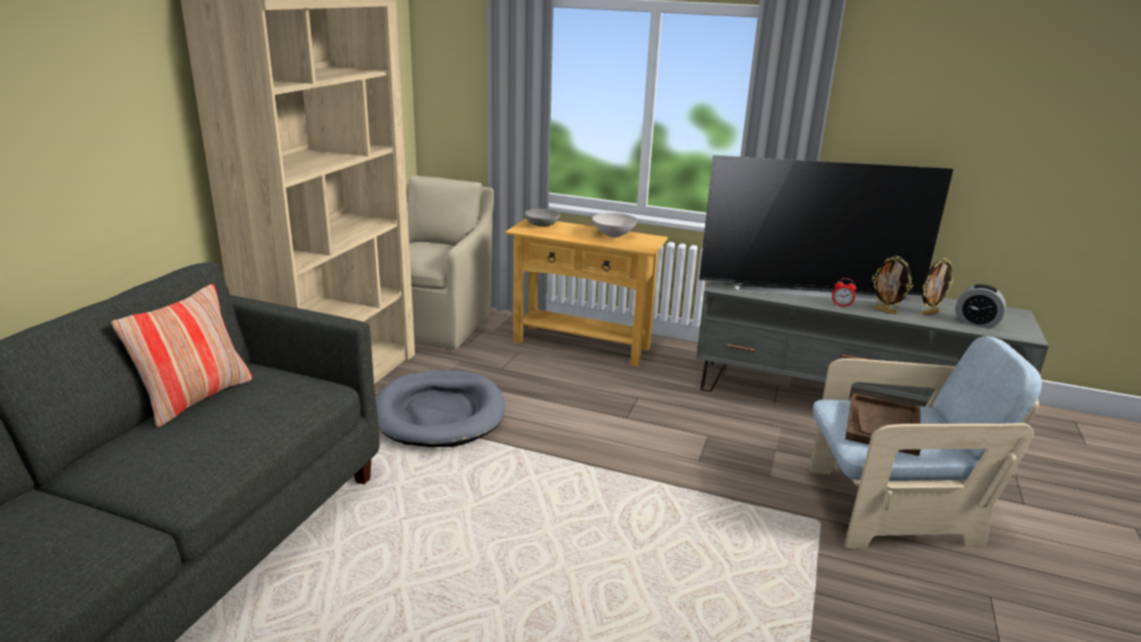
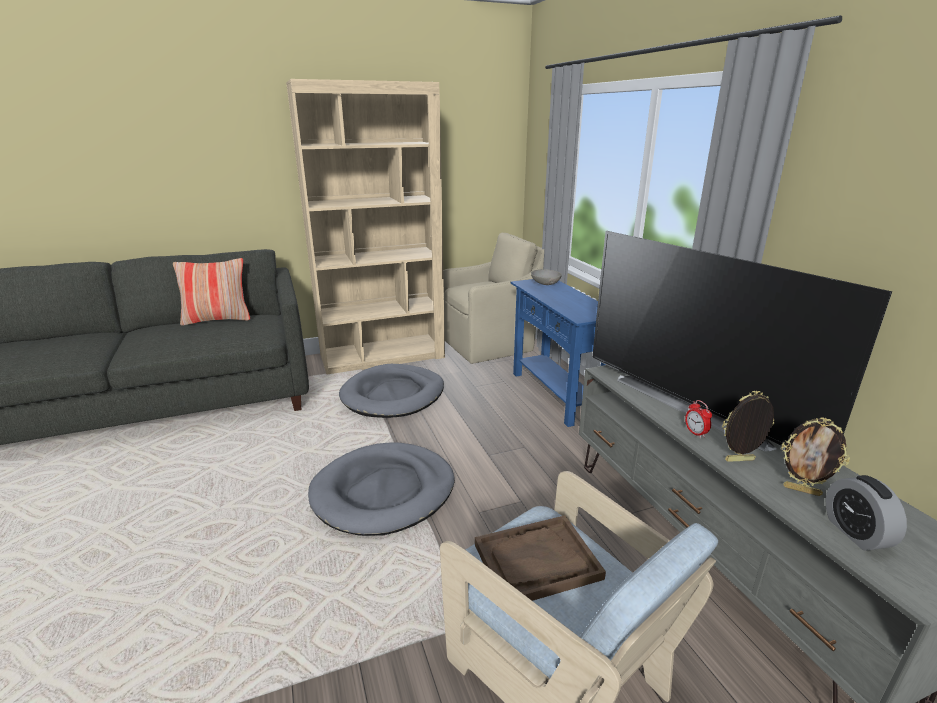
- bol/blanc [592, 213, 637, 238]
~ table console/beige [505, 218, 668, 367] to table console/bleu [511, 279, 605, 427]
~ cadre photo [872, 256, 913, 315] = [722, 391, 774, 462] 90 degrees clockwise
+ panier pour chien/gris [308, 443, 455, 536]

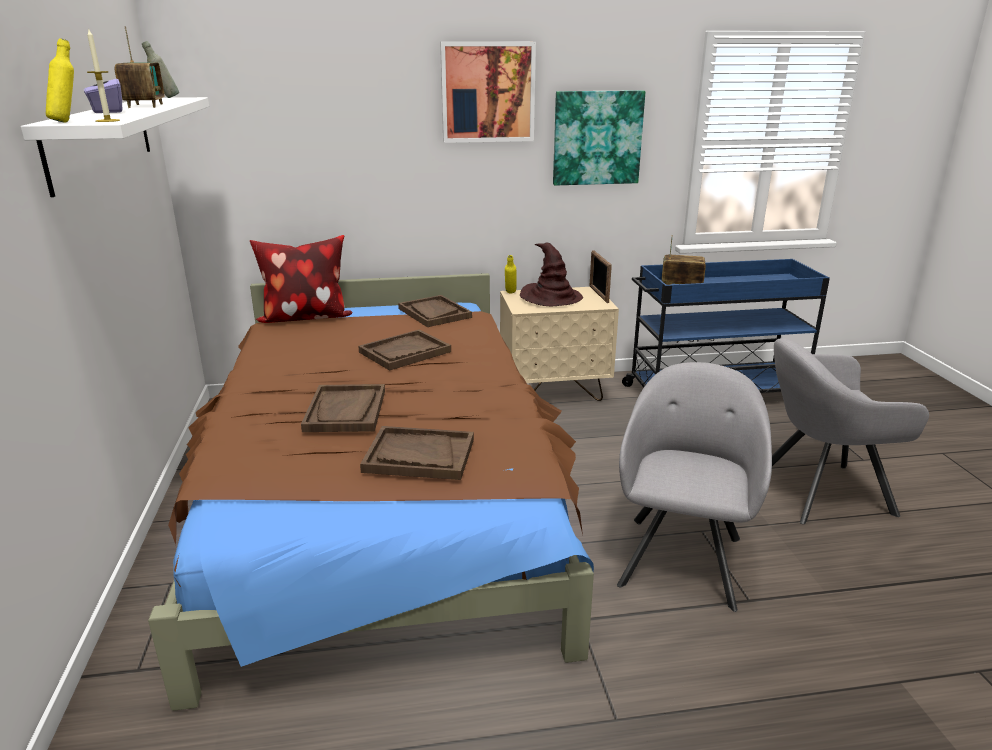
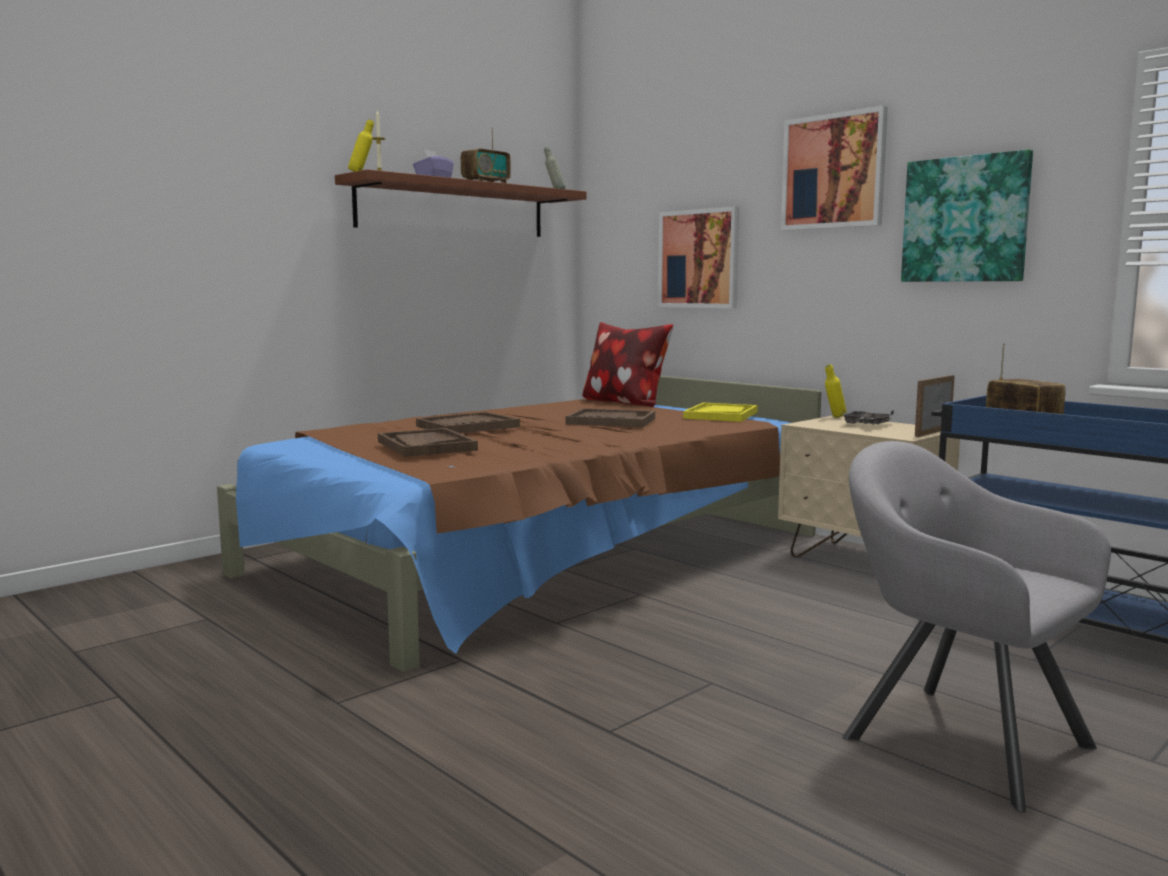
~ étagère/blanc [21, 97, 209, 197] to étagère/marron [335, 169, 587, 237]
~ chapeau/marron [520, 242, 583, 306] to plateau/gris [842, 410, 894, 425]
~ plateau/marron [398, 295, 472, 327] to plateau/jaune [683, 403, 758, 422]
- fauteuil/gris [617, 362, 772, 612]
+ tableau [658, 206, 739, 308]

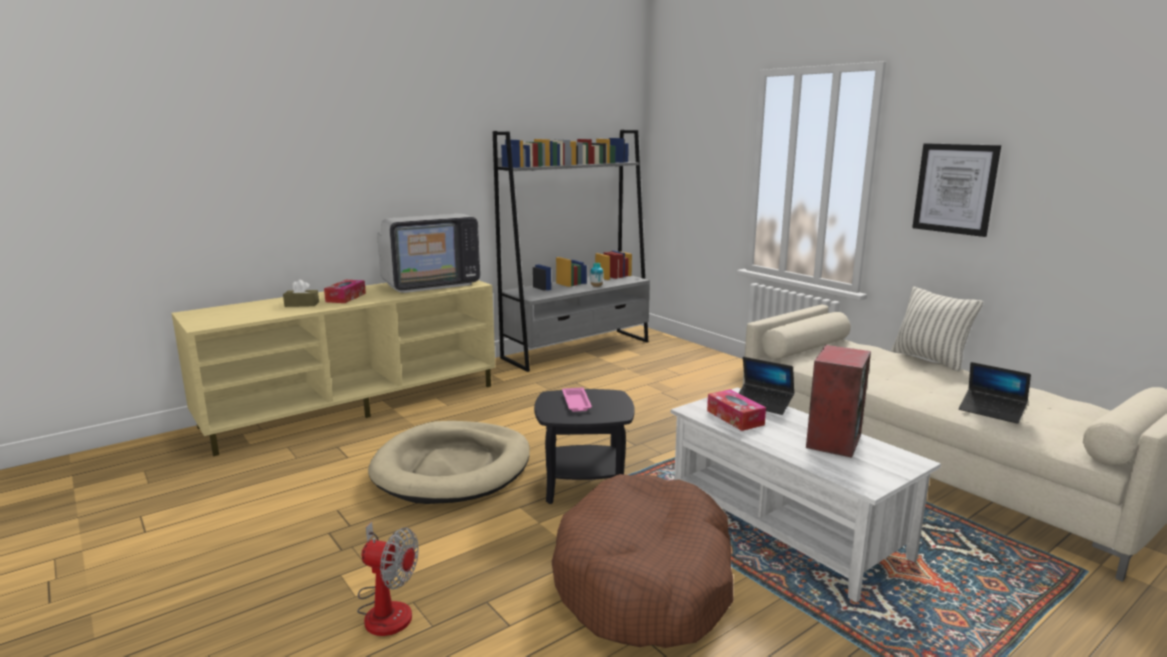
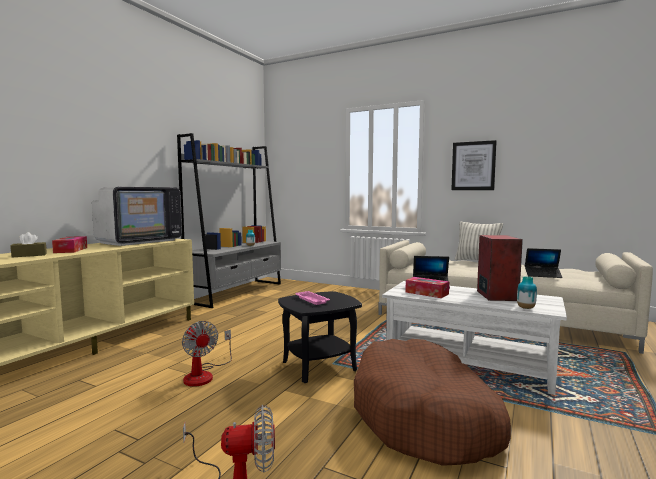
~ panier pour chien/beige [368, 421, 530, 504] to ventilateur [182, 321, 232, 387]
+ vase [517, 276, 537, 309]

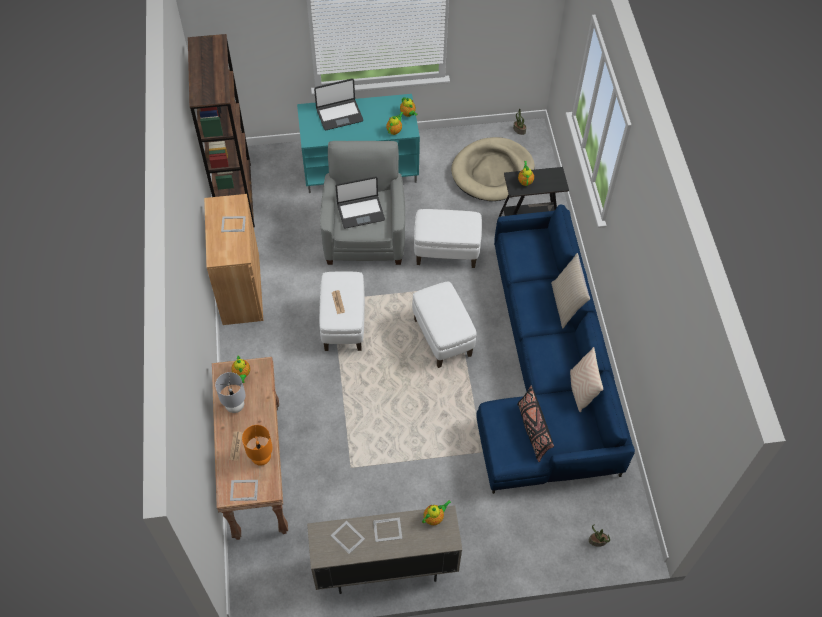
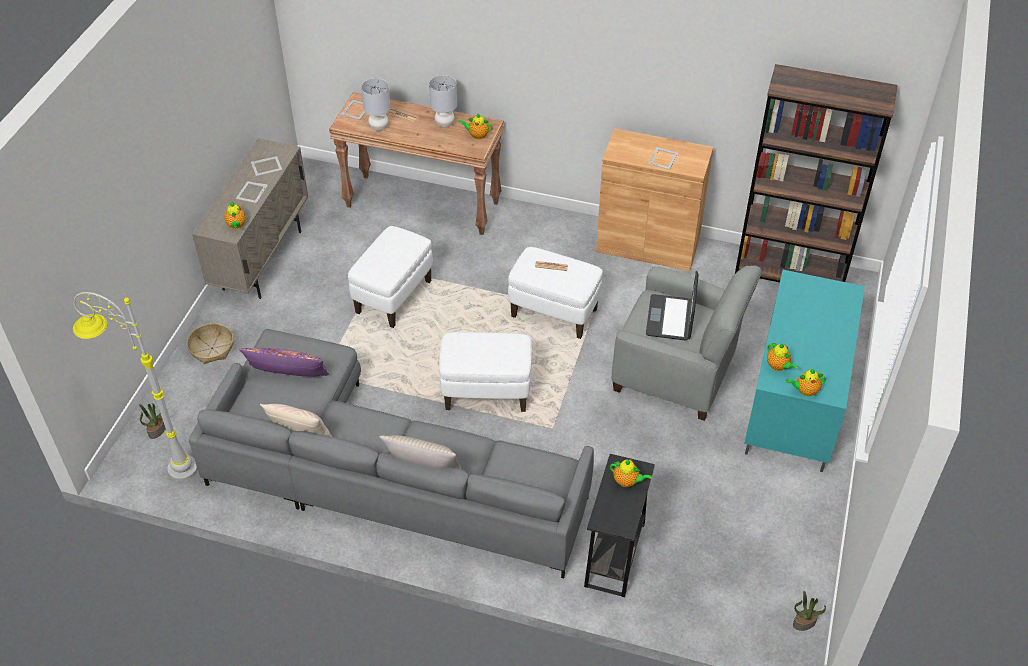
- ordinateur portable [314, 79, 363, 130]
- panier pour chien/beige [451, 137, 535, 201]
~ canapé/bleu [476, 204, 635, 494] to canapé/gris [189, 329, 594, 579]
~ pouf/blanc [414, 209, 482, 268] to [348, 226, 433, 328]
~ coussin/noir [517, 385, 554, 462] to coussin/violet [239, 348, 329, 376]
~ lampe de table/orange [242, 425, 273, 466] to lampe de table/gris [361, 78, 391, 131]
+ lampadaire/gris [73, 292, 198, 481]
+ panier [187, 323, 233, 364]

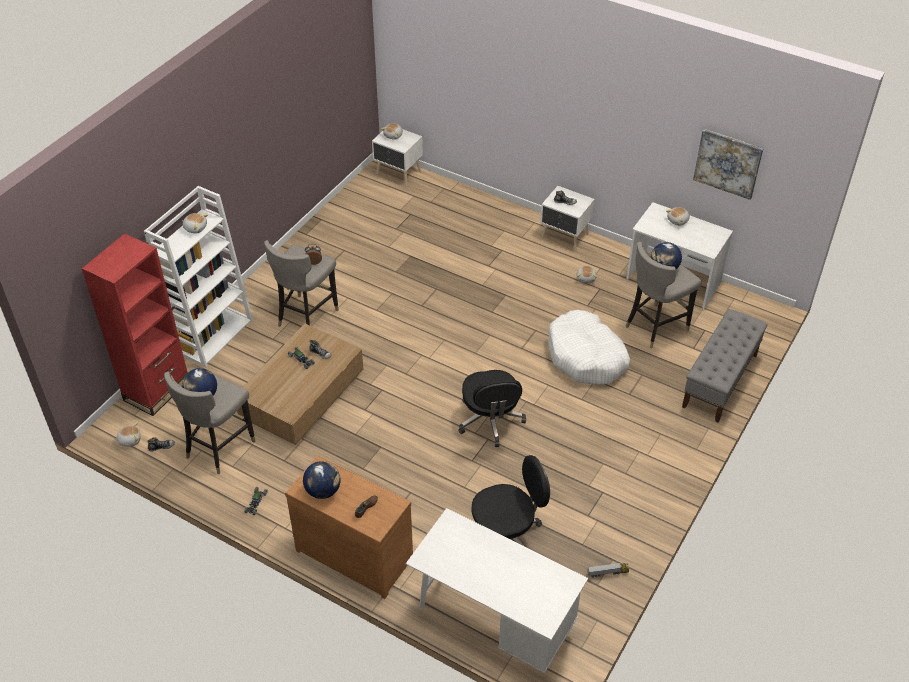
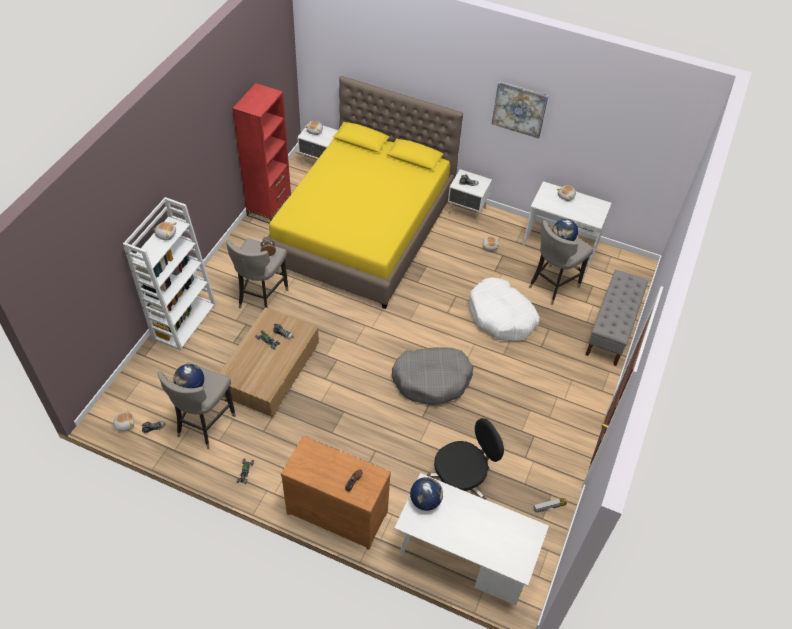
~ tableau [693, 129, 764, 200] to [492, 81, 548, 139]
~ bibliothèque/rouge [82, 233, 188, 416] to [232, 83, 291, 224]
~ chaise de bureau/noir [458, 370, 526, 447] to panier pour chien/gris [392, 347, 473, 405]
~ globe [303, 461, 340, 499] to [410, 477, 443, 511]
+ lit/jaune [262, 76, 463, 309]

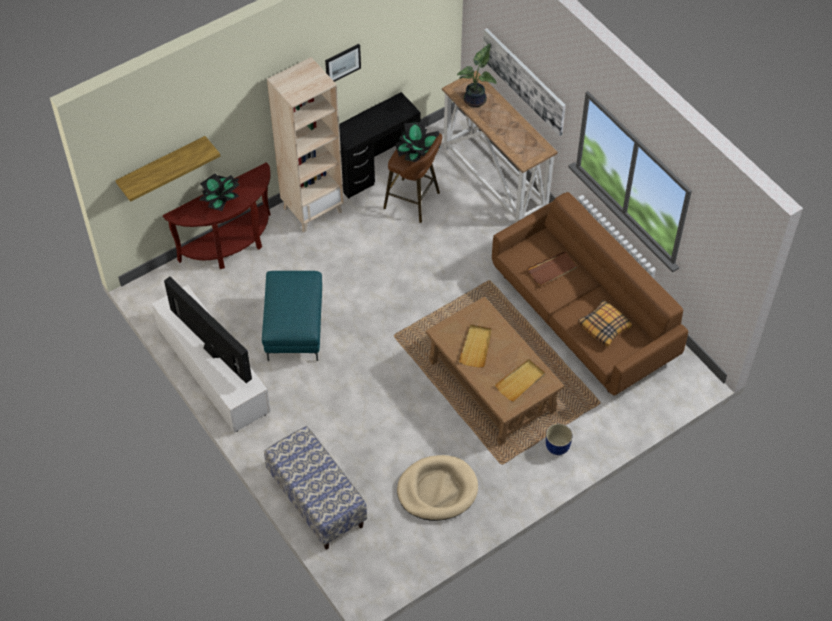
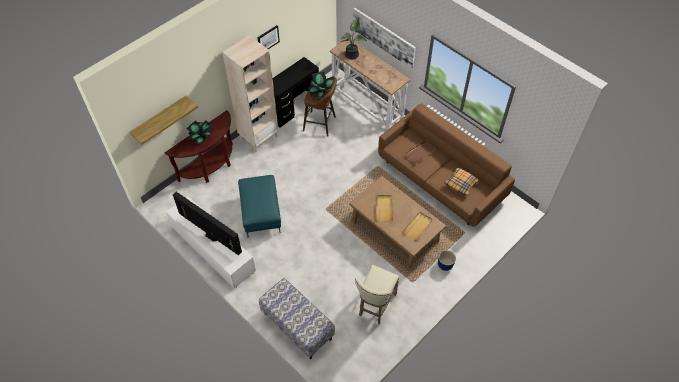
~ panier pour chien/beige [397, 455, 478, 521] to tabouret/beige [355, 265, 399, 324]

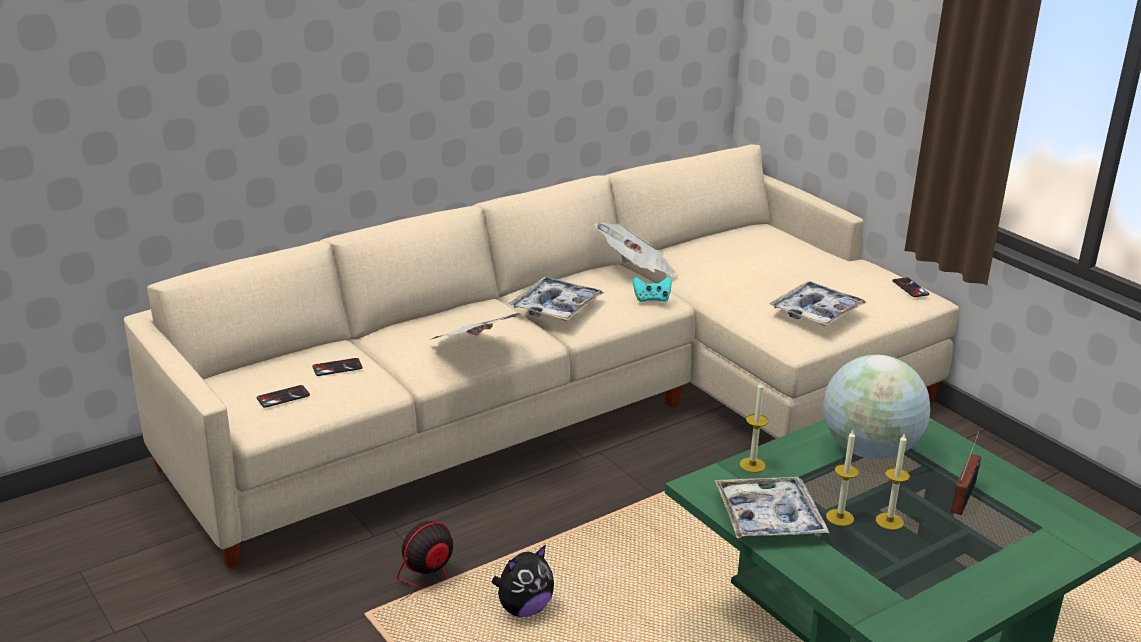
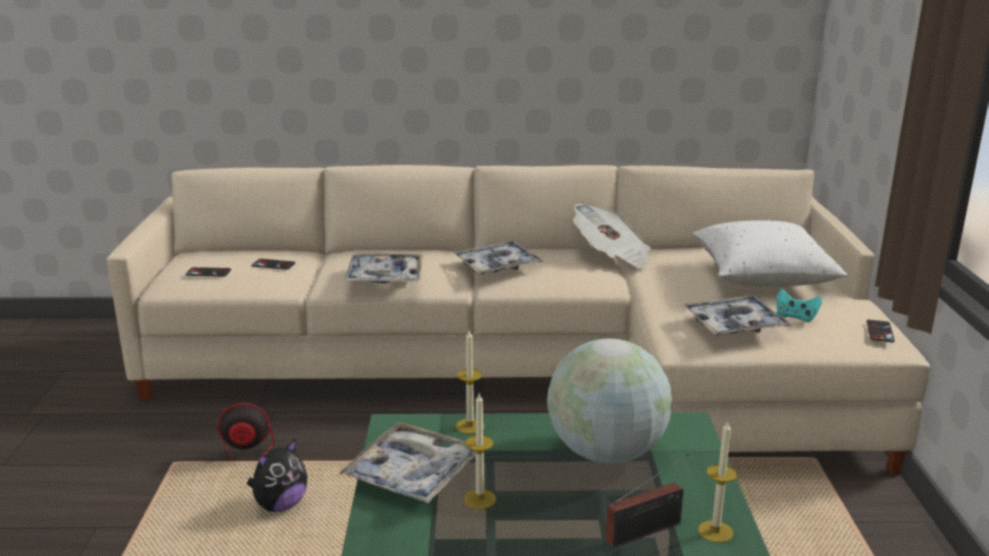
~ manette/turquoise [633, 277, 672, 302] to [776, 289, 822, 322]
~ journal [432, 313, 520, 339] to plateau [344, 254, 423, 283]
~ bougie [876, 433, 910, 530] to [698, 420, 737, 543]
~ peluche [492, 545, 554, 617] = [247, 439, 307, 512] 45 degrees counterclockwise
+ coussin/blanc [693, 220, 848, 287]

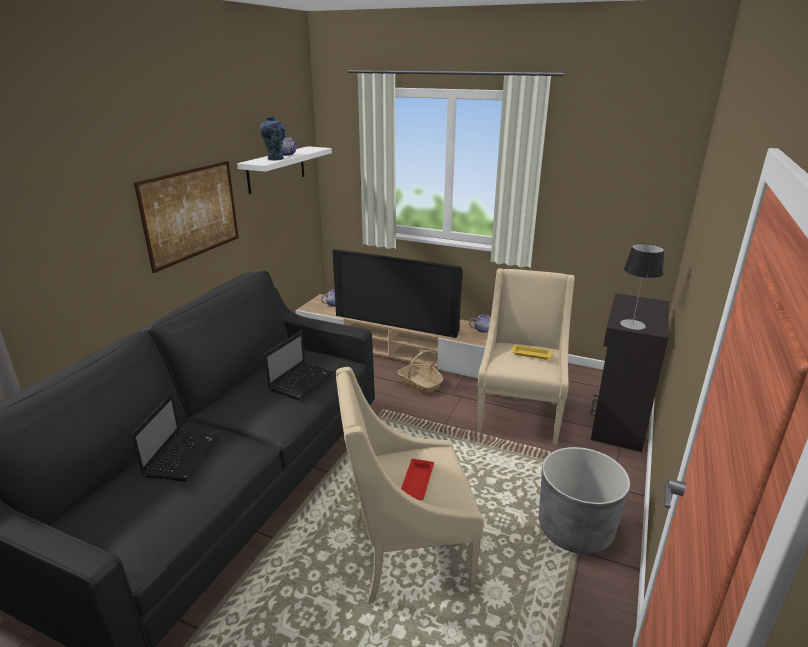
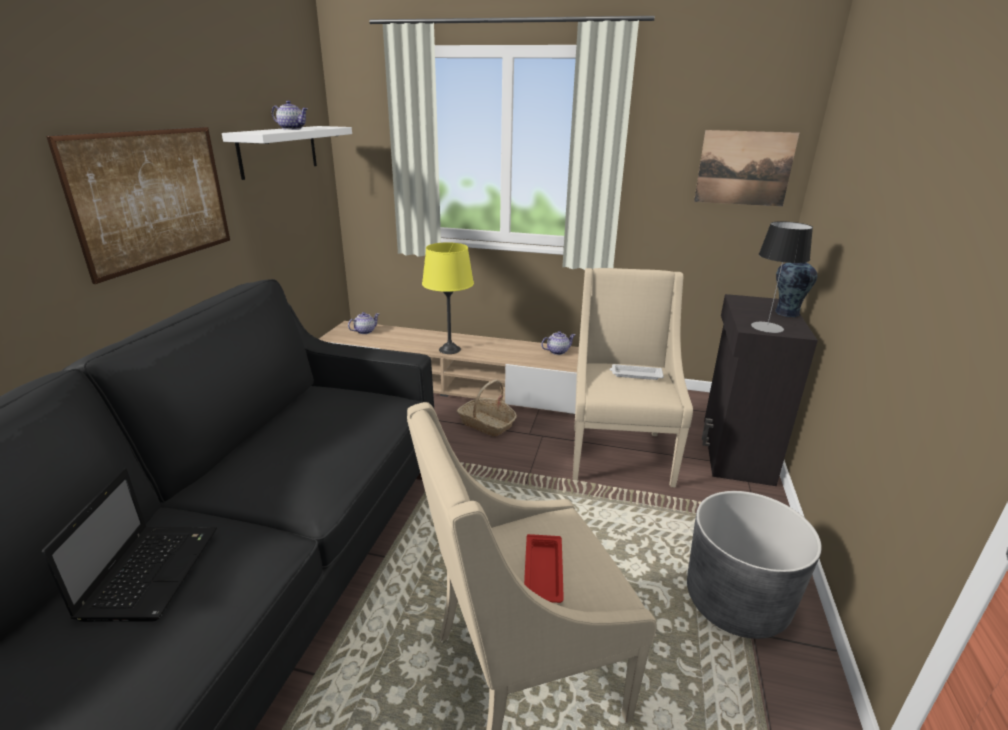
~ vase [259, 116, 285, 160] to [775, 262, 817, 317]
~ téléviseur [332, 249, 463, 338] to lampe de table/jaune [422, 242, 474, 354]
- ordinateur portable [264, 331, 334, 400]
~ plateau/jaune [511, 345, 553, 360] to plateau/blanc [610, 364, 664, 380]
+ tableau [694, 130, 799, 207]

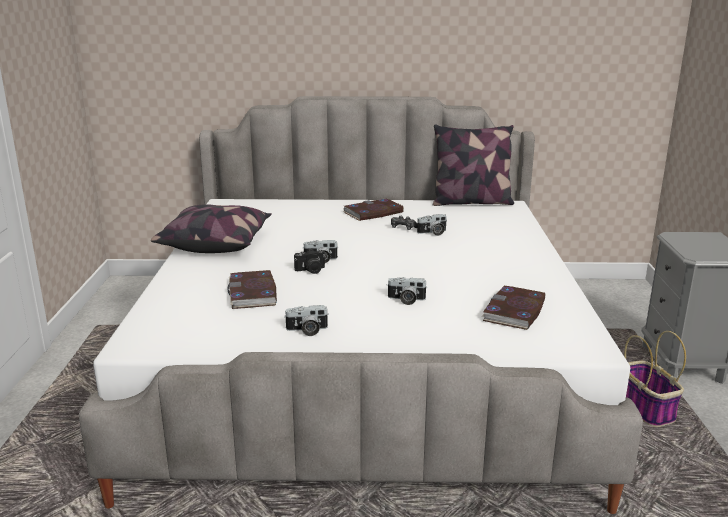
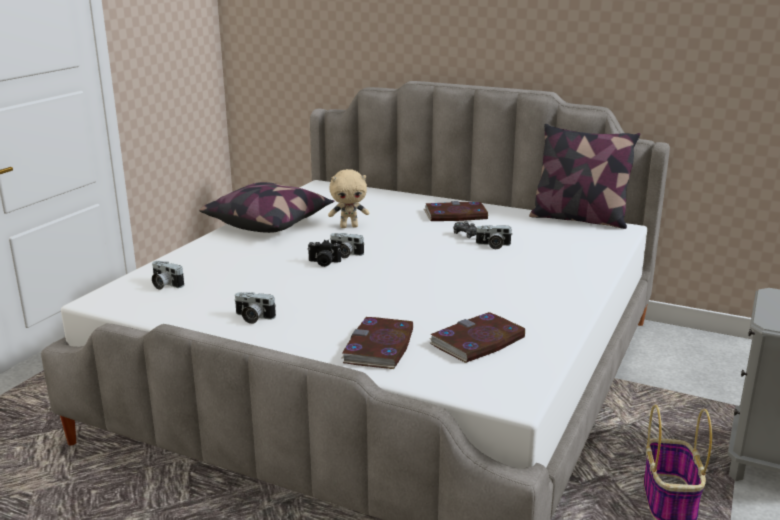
~ livre [228, 270, 277, 309] to [342, 317, 413, 369]
~ appareil photo [387, 277, 428, 305] to [152, 261, 184, 290]
+ peluche/beige [328, 169, 369, 228]

